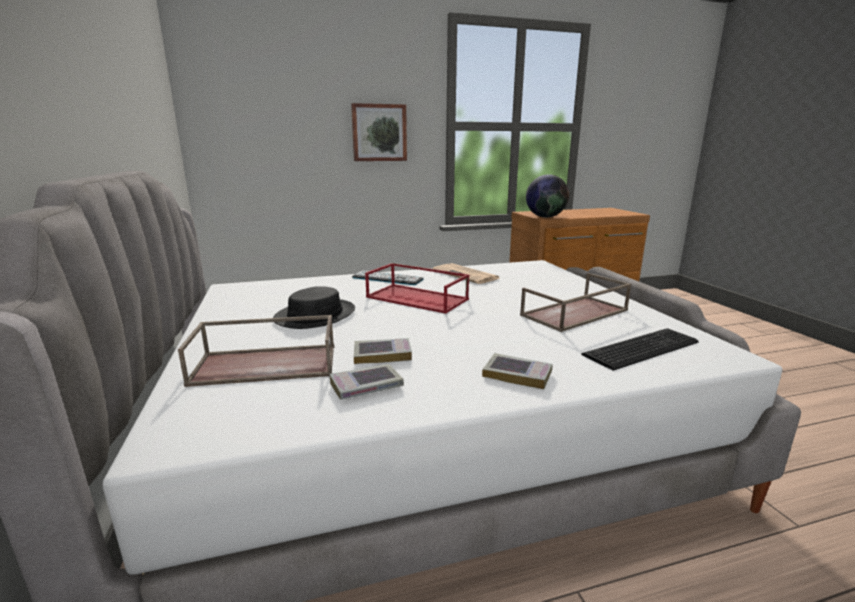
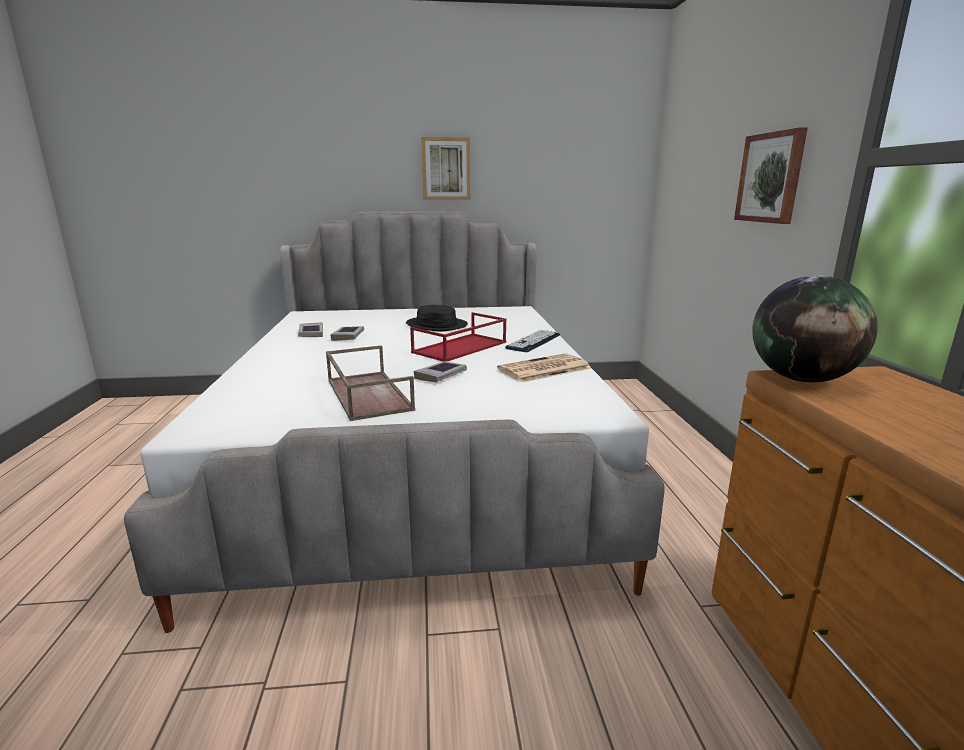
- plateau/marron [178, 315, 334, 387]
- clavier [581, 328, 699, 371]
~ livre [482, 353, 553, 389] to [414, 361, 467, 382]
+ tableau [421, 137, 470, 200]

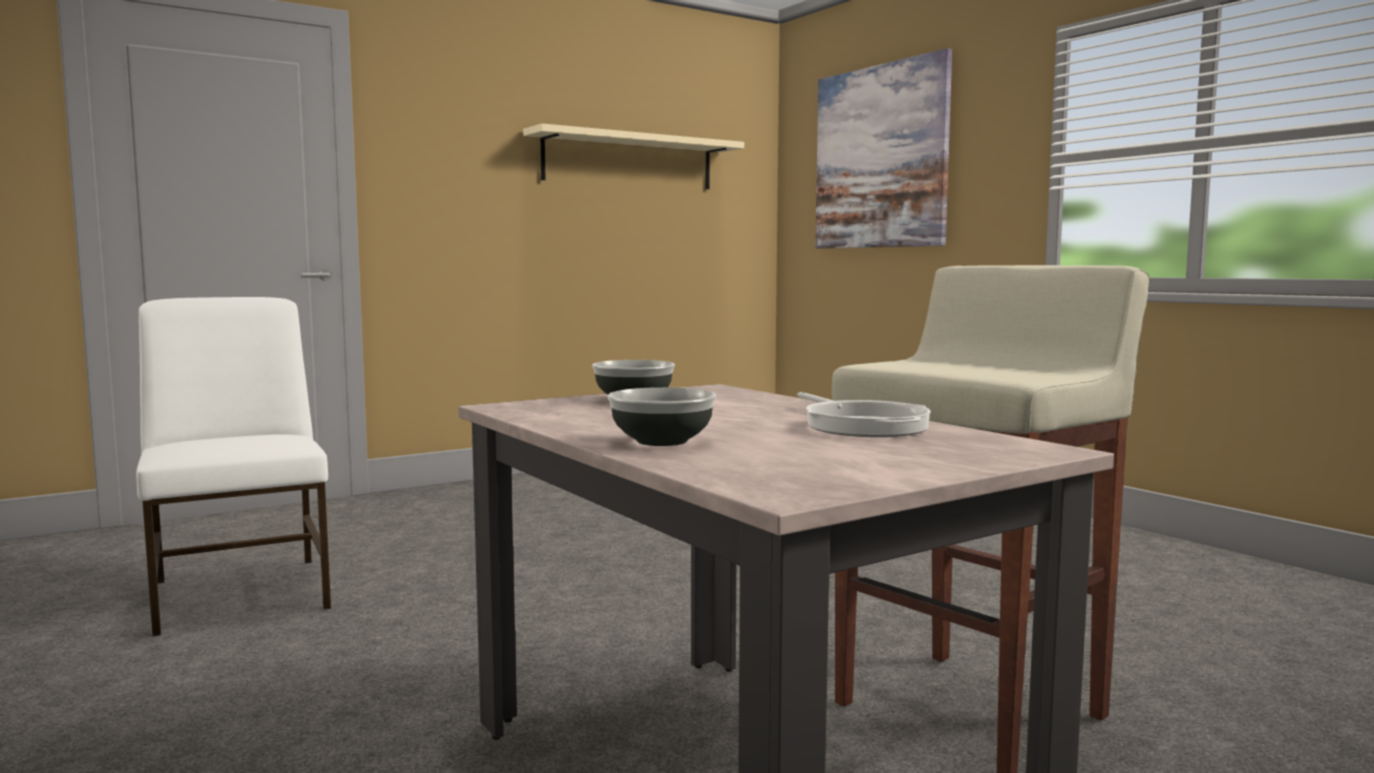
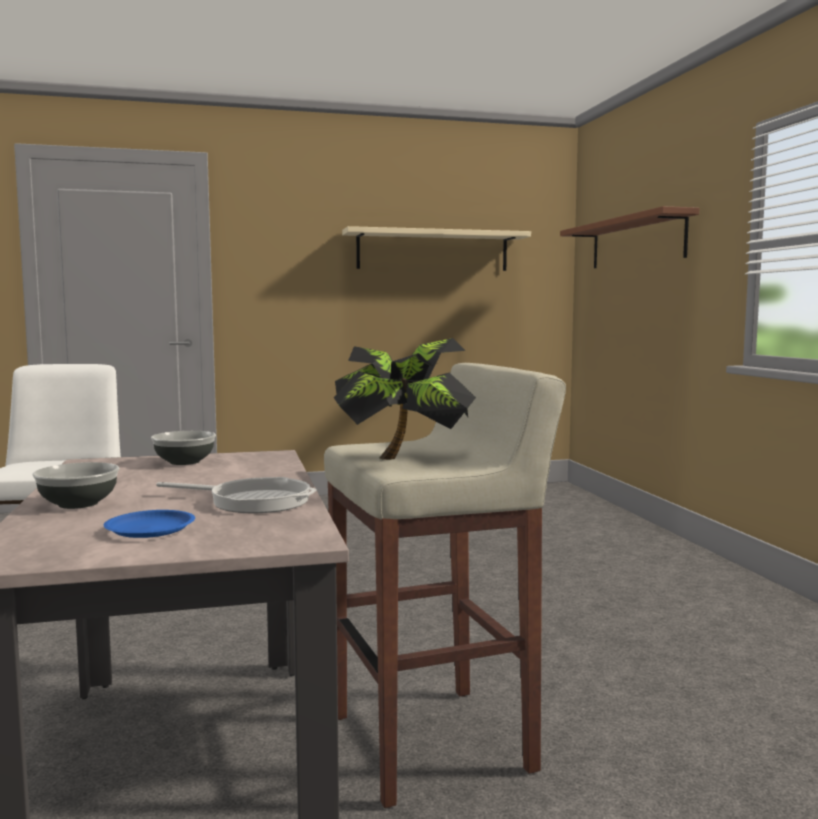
~ tableau [816, 48, 952, 249] to étagère/marron [560, 206, 699, 268]
~ poêle [797, 392, 931, 437] = [156, 477, 317, 513] 75 degrees counterclockwise
+ plante en pot [334, 338, 476, 460]
+ assiette/bleu [104, 510, 195, 538]

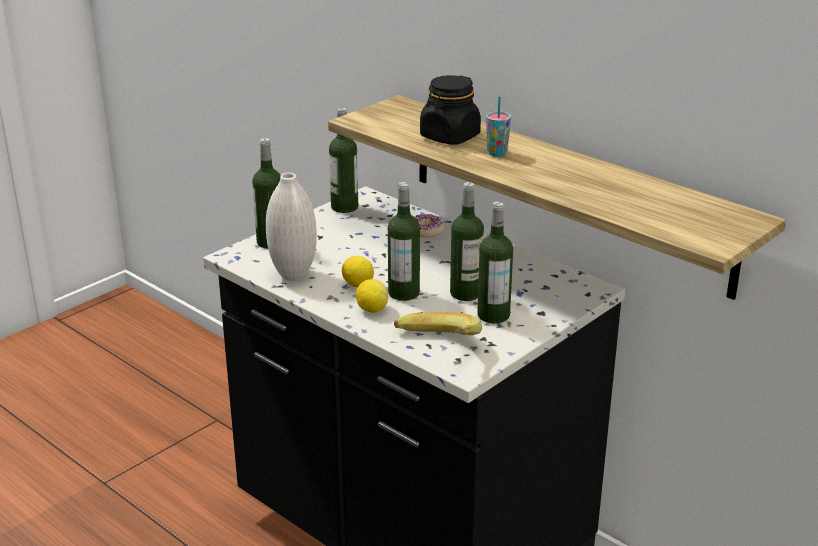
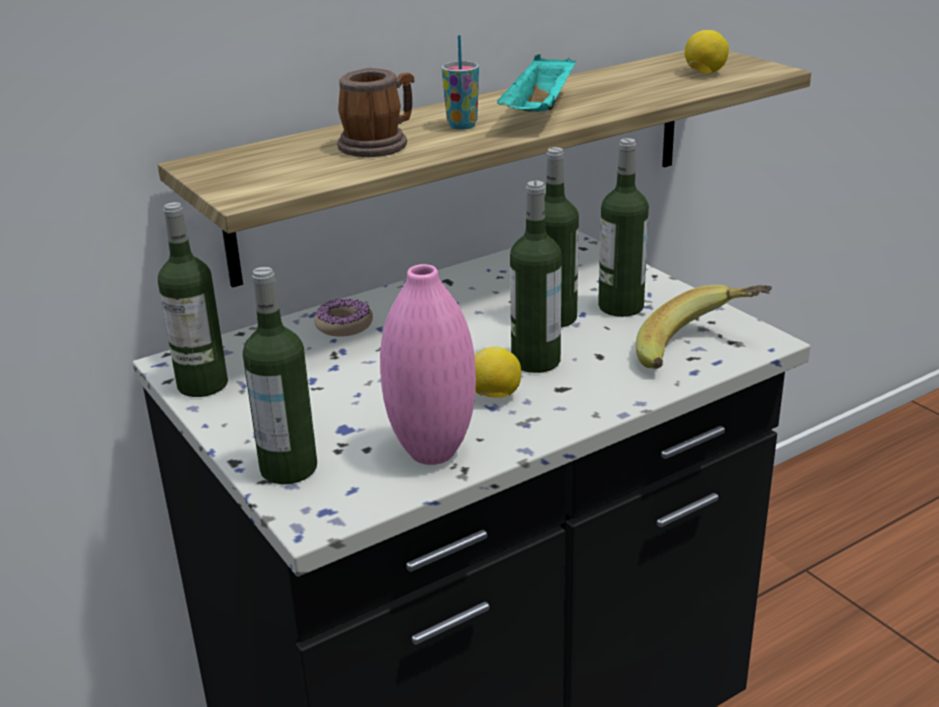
~ bocal/noir [420, 75, 481, 145] to mug [337, 68, 414, 157]
~ vase/blanc [266, 173, 317, 281] to vase/rose [380, 264, 476, 465]
~ citron [356, 279, 388, 313] to [685, 30, 729, 74]
+ plateau/turquoise [497, 54, 576, 112]

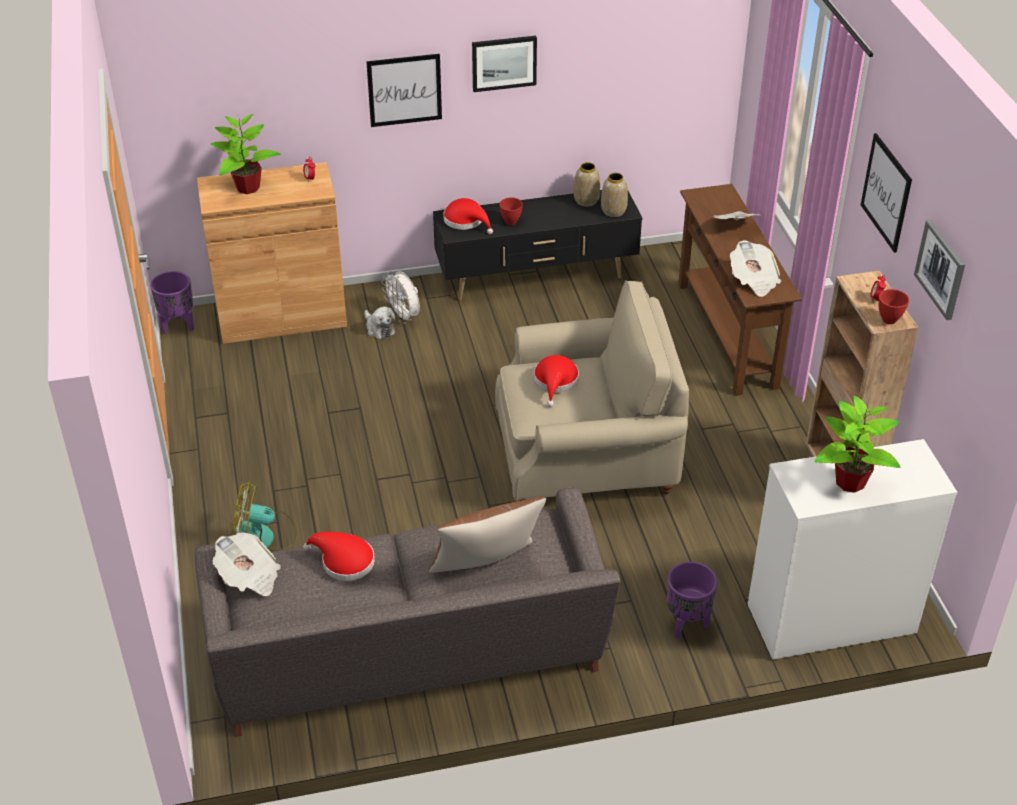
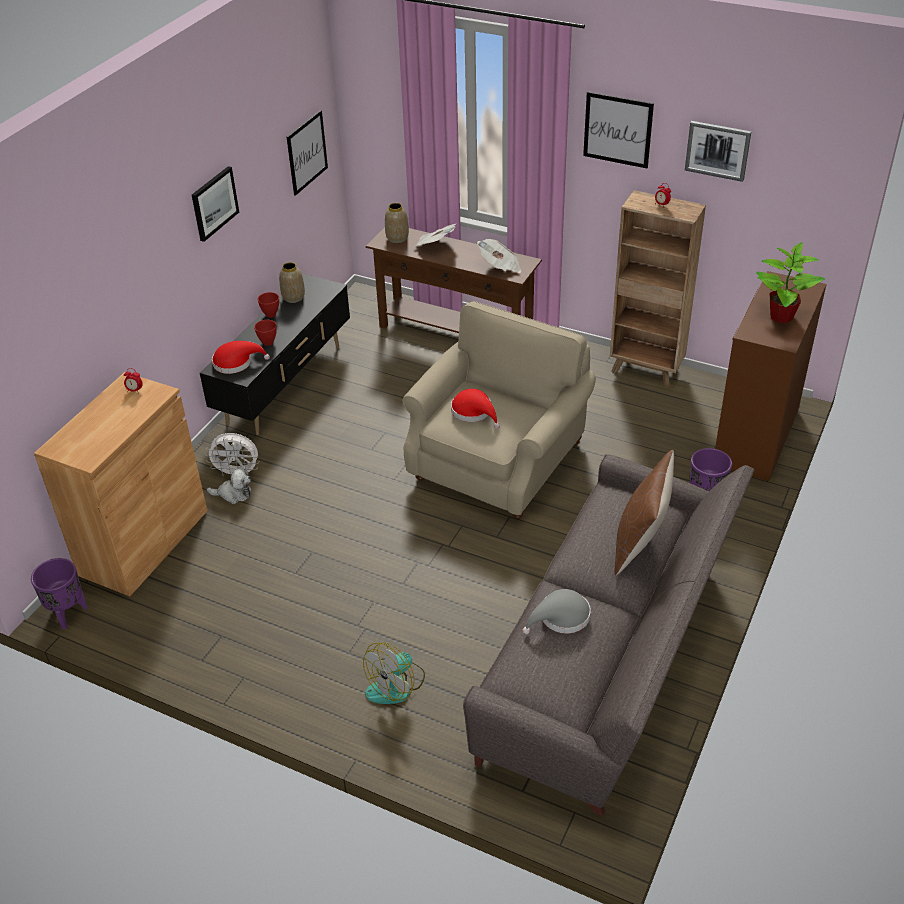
~ tableau [366, 54, 442, 127] to [287, 110, 328, 196]
- plante en pot [210, 114, 280, 194]
~ vase [601, 173, 628, 217] to [385, 203, 409, 243]
~ bol/rouge [878, 289, 909, 324] to [257, 292, 279, 318]
~ commode/blanc [748, 439, 957, 660] to commode/marron [715, 271, 827, 481]
~ chapeau/rouge [303, 532, 375, 581] to chapeau/gris [523, 589, 591, 634]
- journal [212, 533, 281, 596]

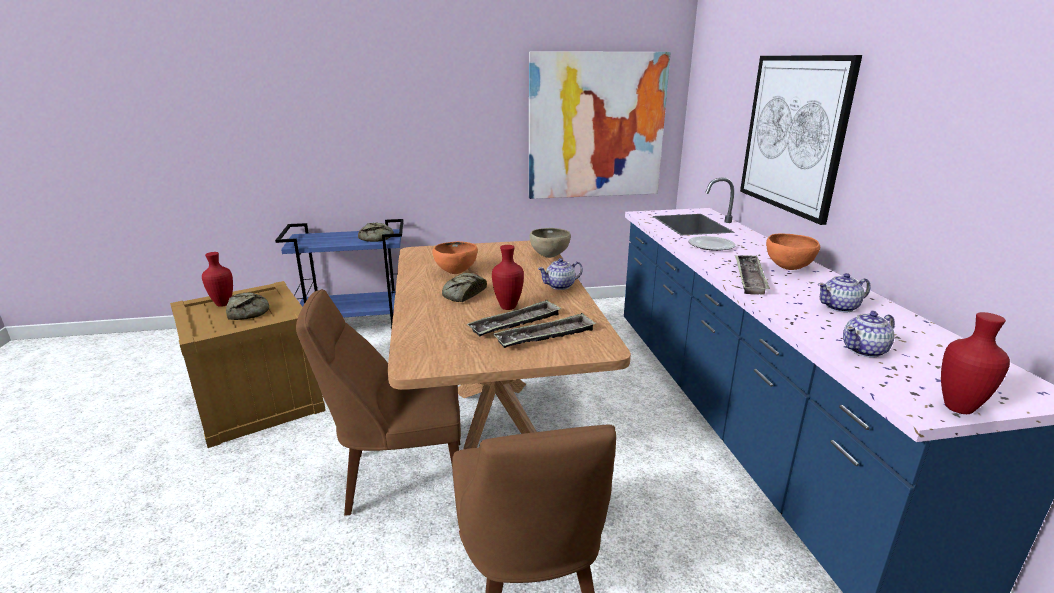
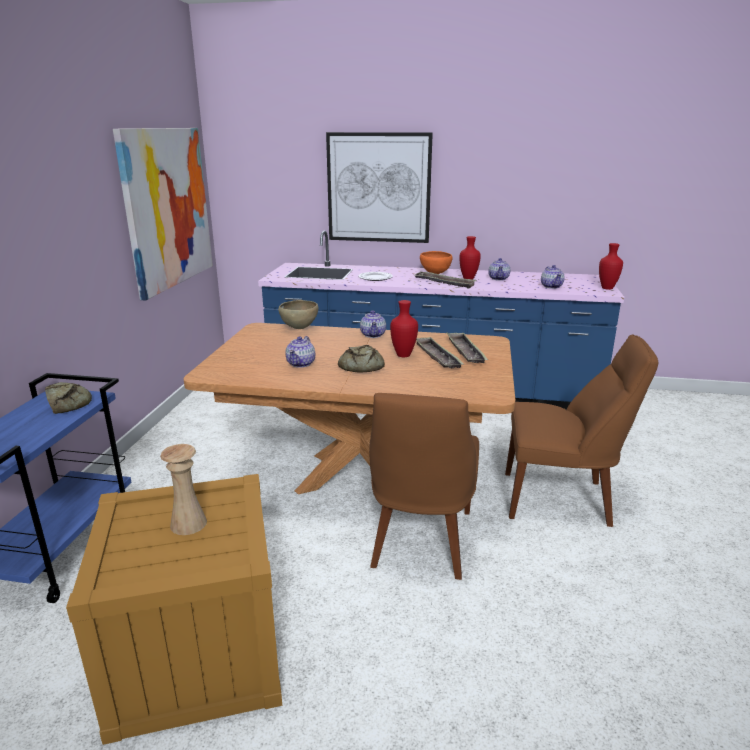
~ bol/orange [432, 241, 478, 274] to théière [286, 336, 315, 368]
~ vase/rouge [202, 252, 233, 307] to [460, 236, 481, 280]
~ pain [226, 292, 269, 320] to vase/beige [160, 444, 207, 535]

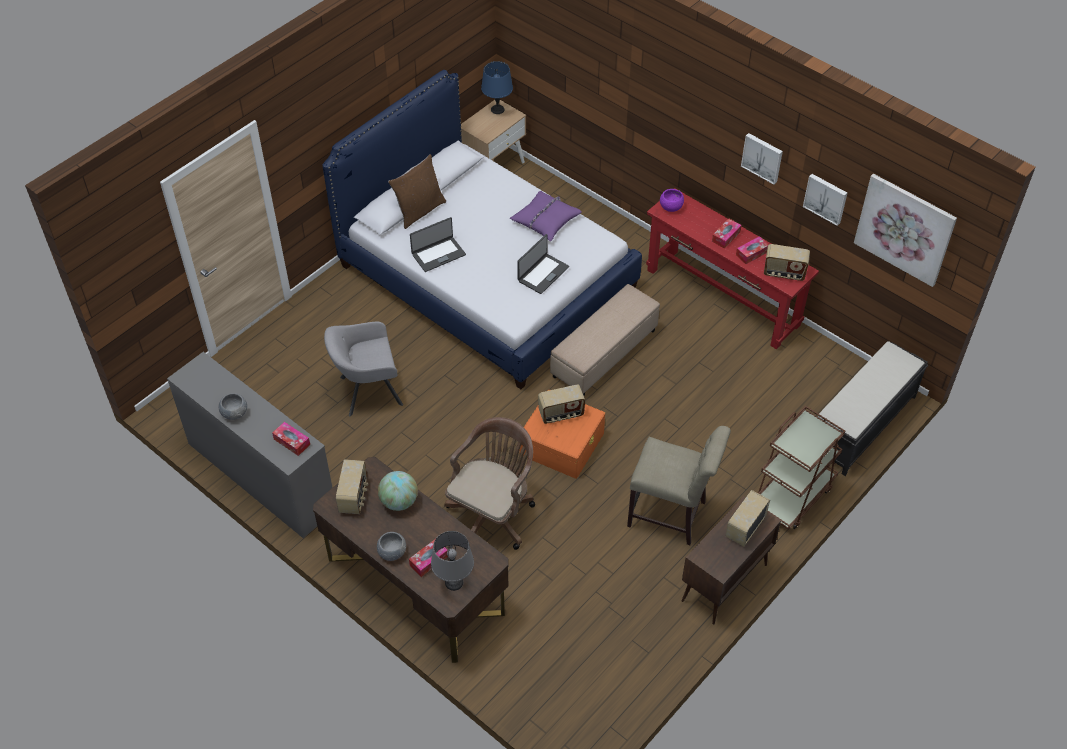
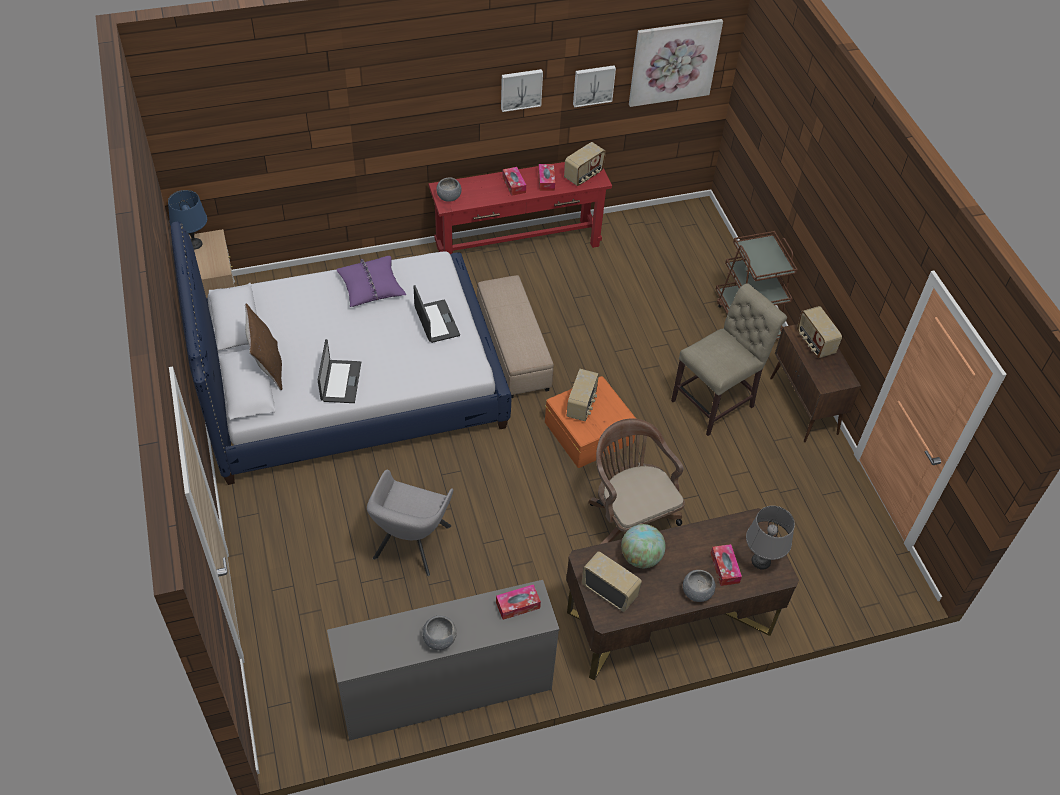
~ bol/violet [660, 189, 684, 212] to bol/gris [437, 177, 462, 202]
- banc/noir [818, 341, 928, 476]

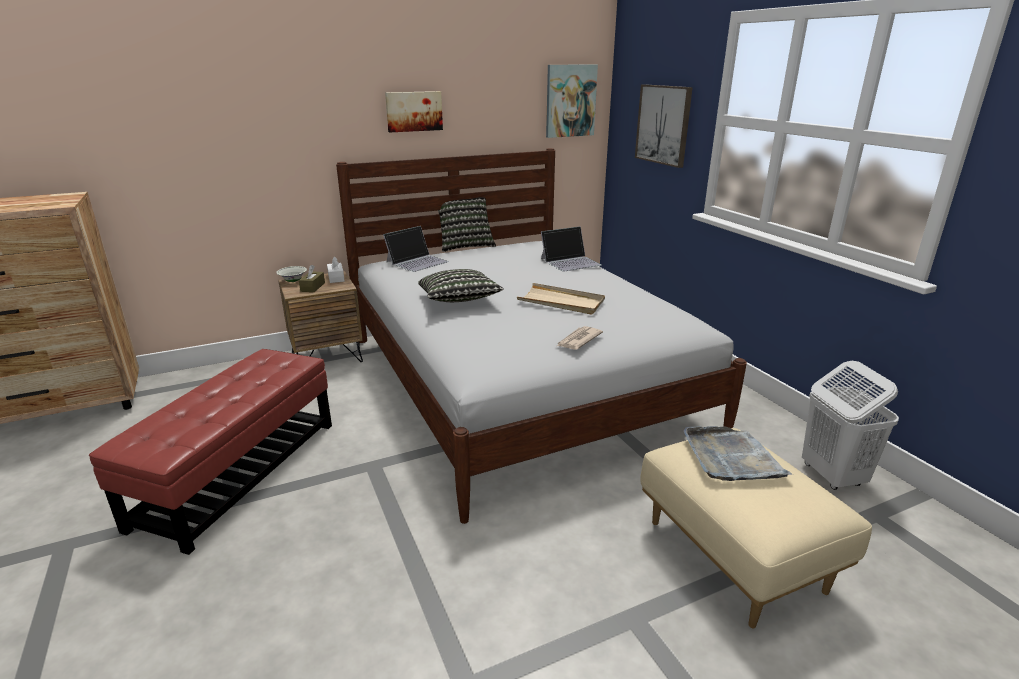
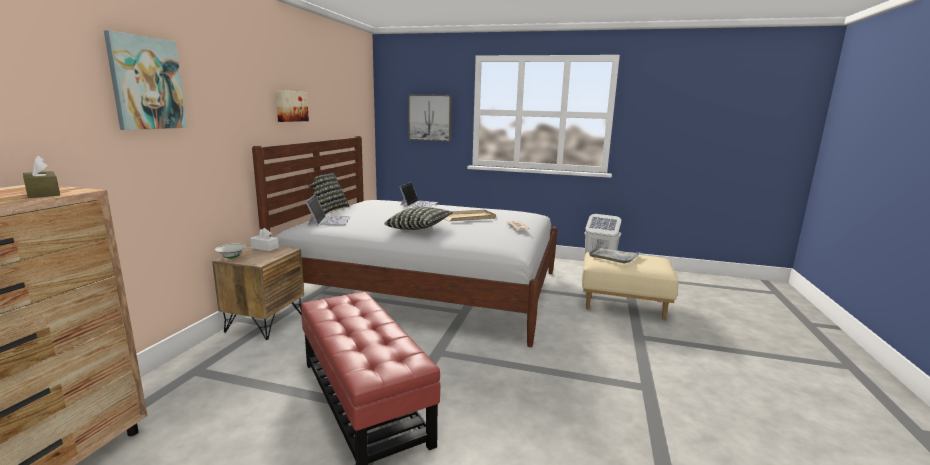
~ tableau [546, 64, 598, 138] to [104, 30, 187, 130]
~ boîte à mouchoirs/marron [299, 265, 325, 292] to [23, 155, 60, 198]

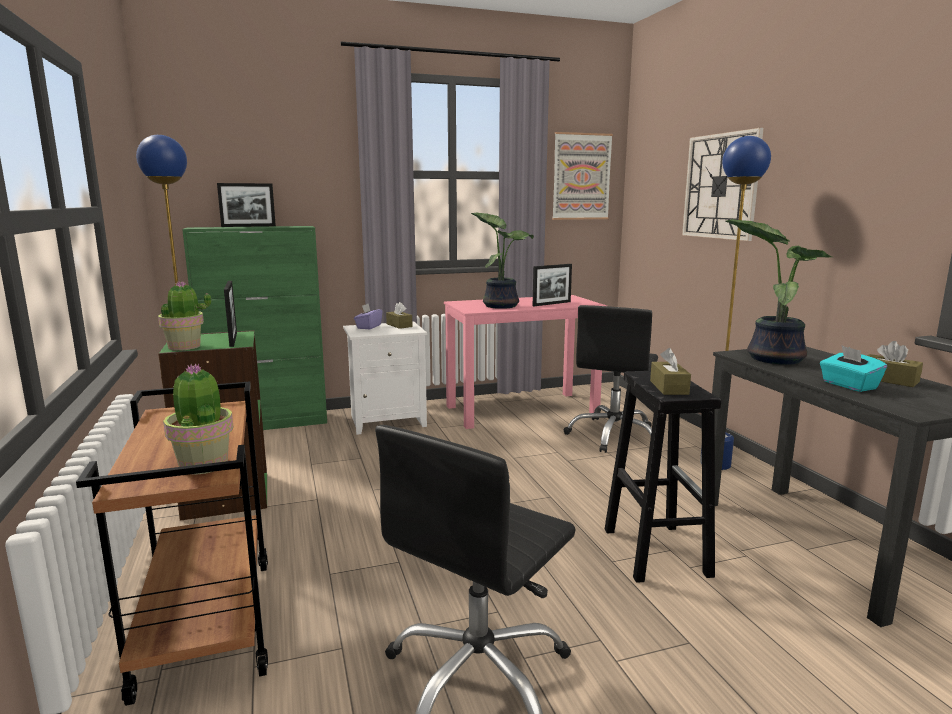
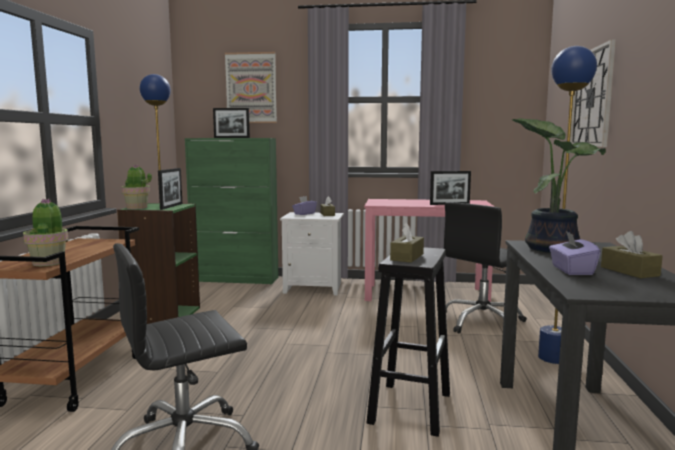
~ tableau [552, 132, 613, 220] to [225, 52, 277, 123]
- plante en pot [471, 212, 534, 309]
~ boîte à mouchoirs/turquoise [820, 346, 887, 392] to boîte à mouchoirs/violet [549, 231, 601, 275]

